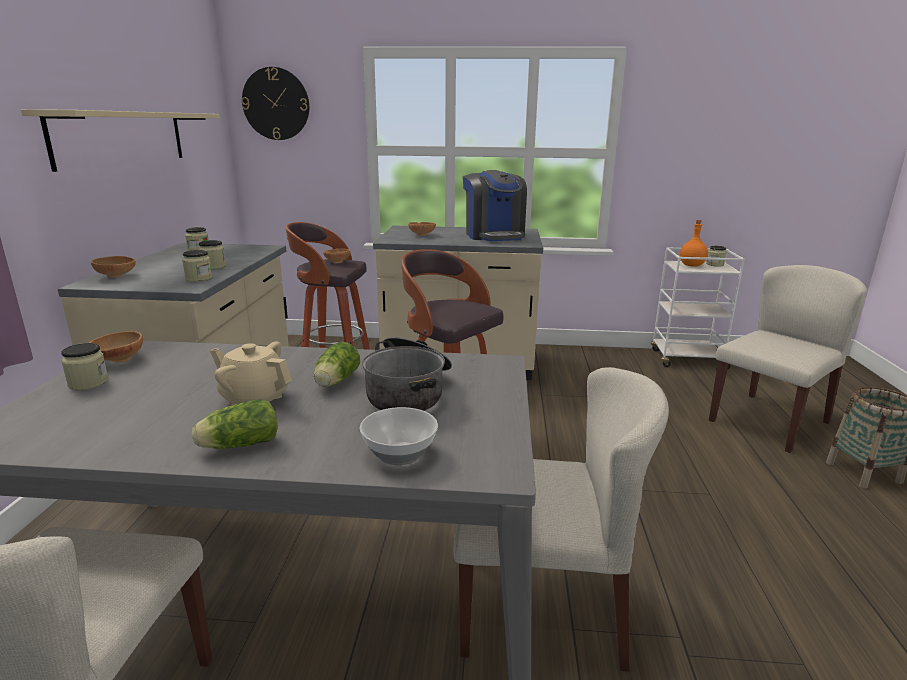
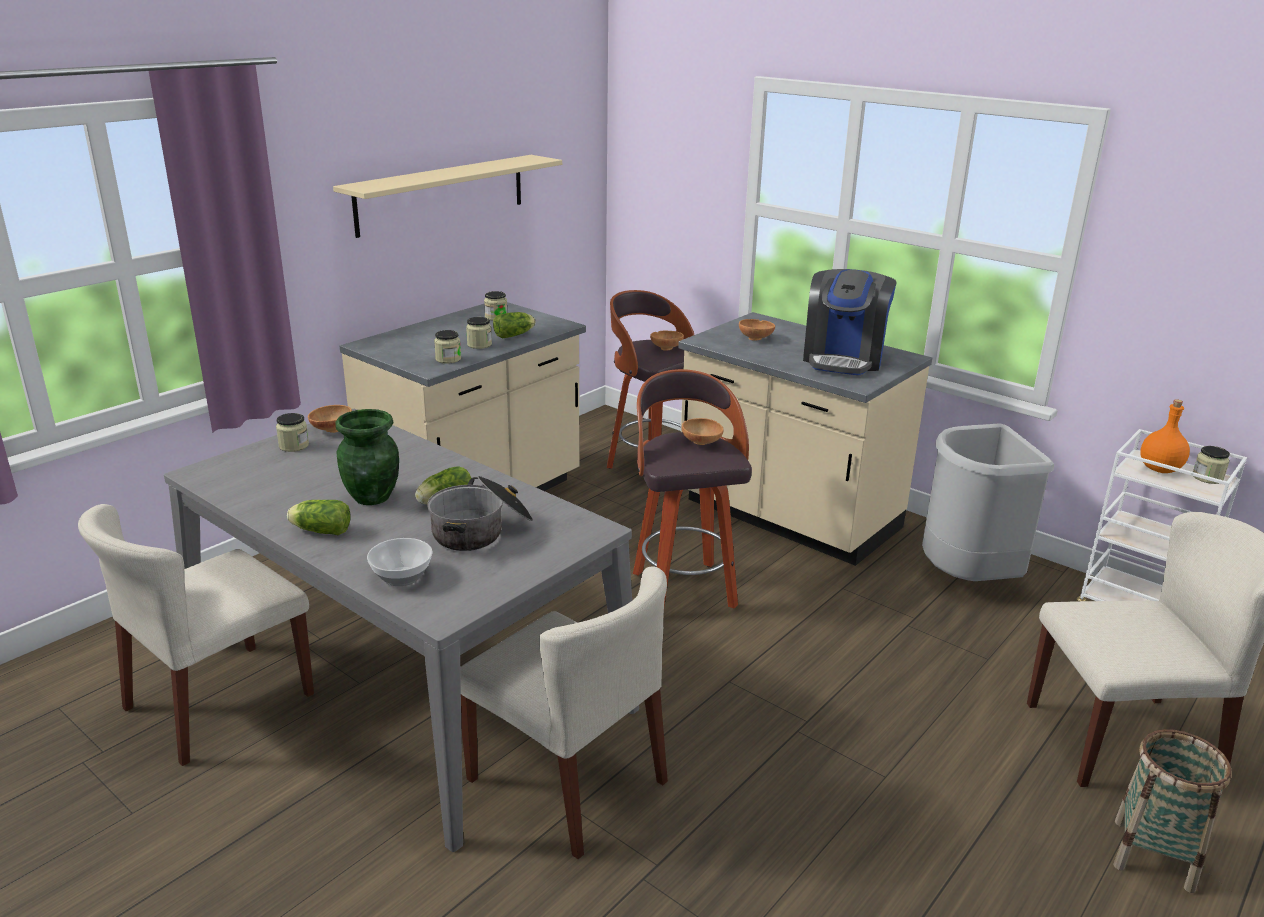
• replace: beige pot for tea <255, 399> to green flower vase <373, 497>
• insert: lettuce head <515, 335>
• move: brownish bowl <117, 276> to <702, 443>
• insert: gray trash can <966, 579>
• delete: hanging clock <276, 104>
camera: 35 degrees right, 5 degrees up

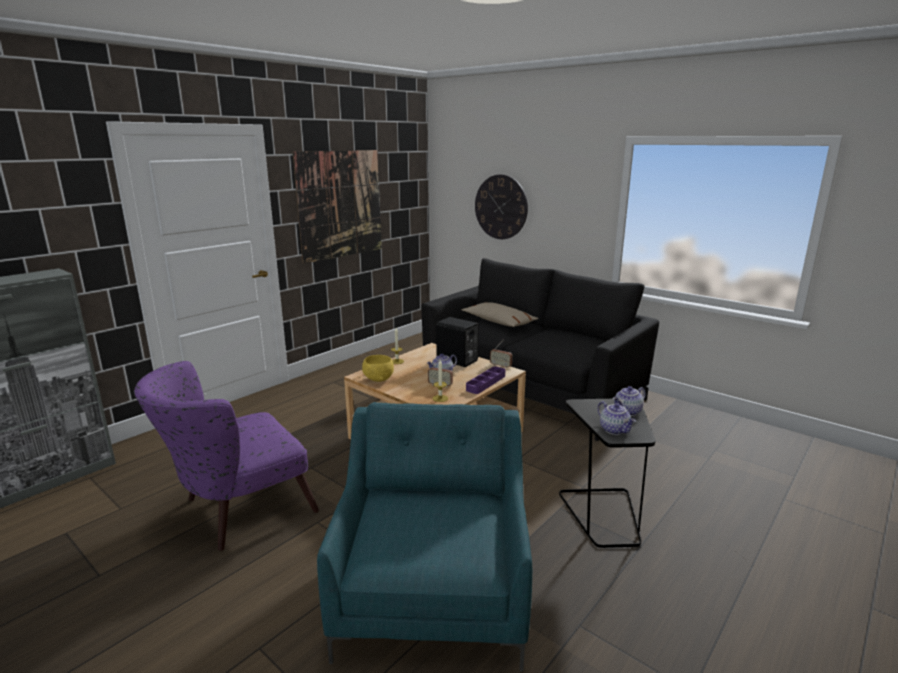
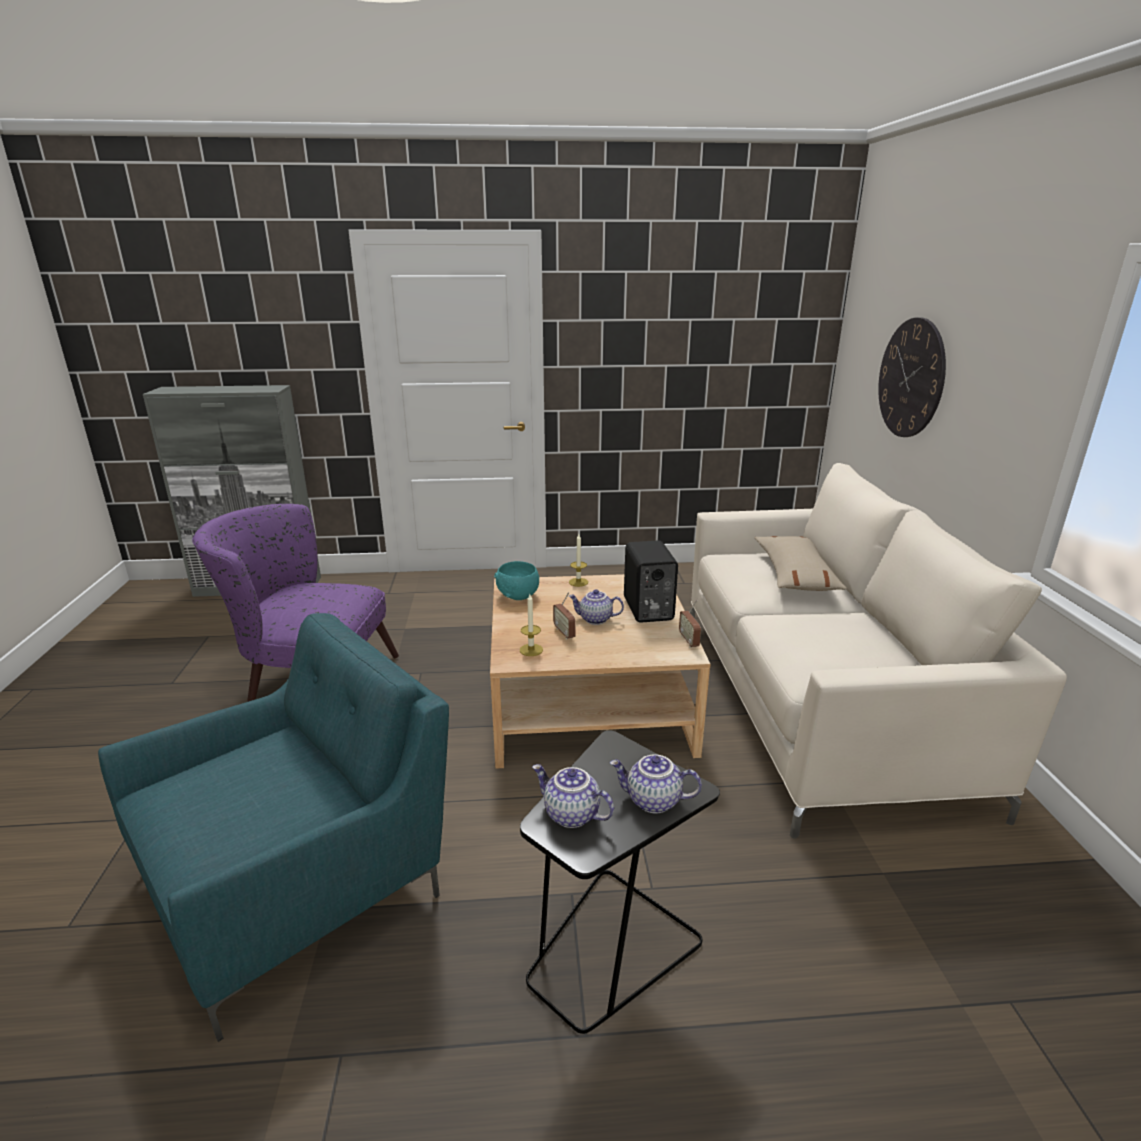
• recolor: yellow-coloured bowl <379, 379> to blue-green bowl <519, 596>
• rotate: pot for tea <615, 430> = <570, 815> 105 degrees clockwise
• recolor: black couch <530, 388> to beige couch <817, 702>
• delete: wall picture <341, 204>
• delete: purple-coloured tray <486, 383>
camera: 45 degrees right, 5 degrees up

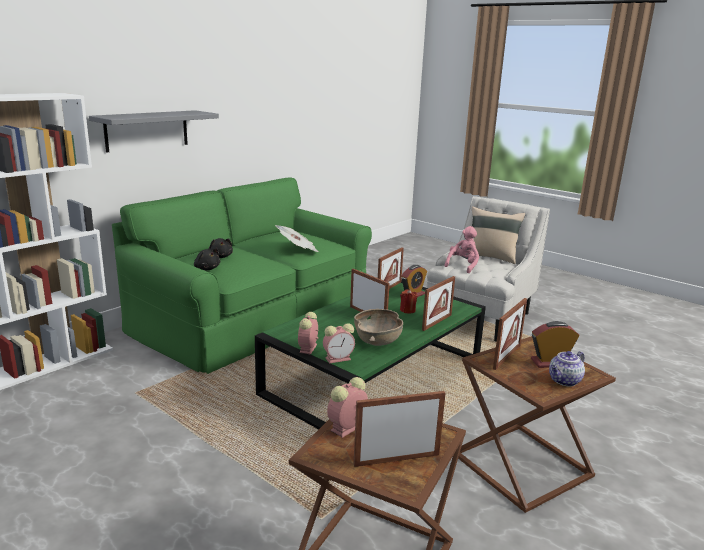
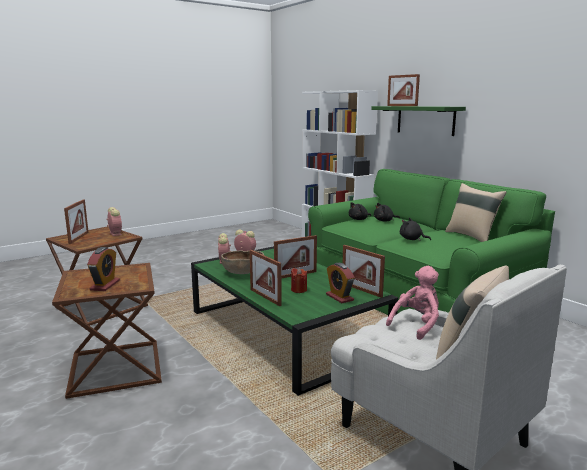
• recolor: gray wall shelf <147, 130> to green wall shelf <425, 120>
• rotate: pinkish soft toy <463, 266> = <417, 325> 90 degrees counterclockwise
• move: standing frame <507, 357> to <402, 106>
• replace: printed paper <297, 249> to black soft toy <412, 239>
• insert: beige throw pillow <472, 236>
• delete: pot for tea <564, 381>
camera: 105 degrees right, 5 degrees down

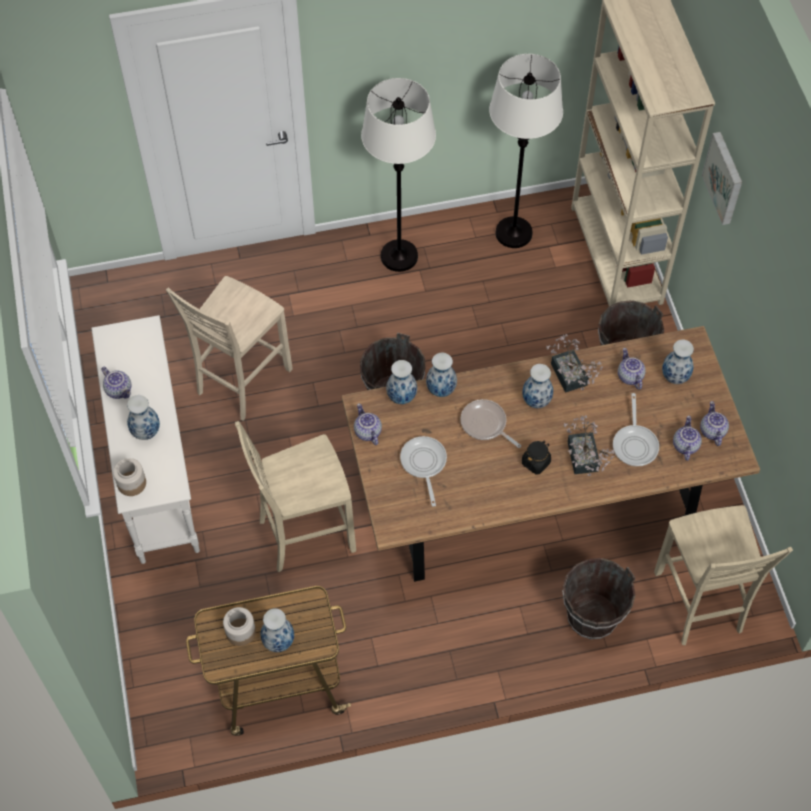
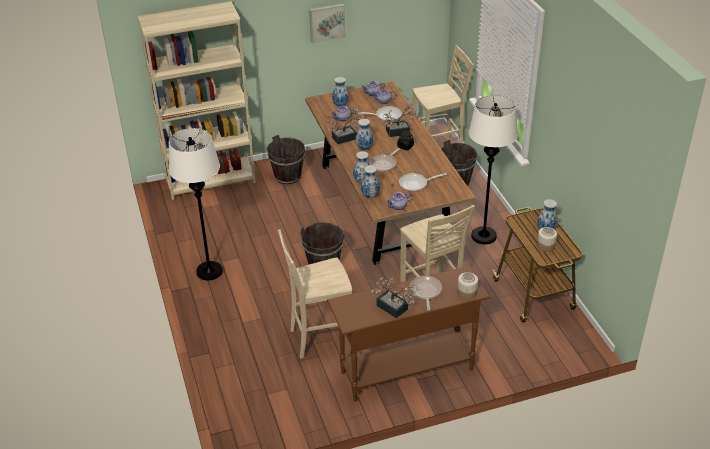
• rotate: beige plain chair <241, 381> = <319, 338> 135 degrees clockwise
• move: wall picture <725, 178> to <327, 22>
• recolor: white narrow table <158, 479> to brownish narrow table <406, 370>
• replace: pot for tea <119, 390> to houseplant <394, 309>
• replace: flower vase <145, 431> to skillet <425, 291>
• move: white standing lamp <514, 233> to <484, 236>
camera: 95 degrees left, 20 degrees down

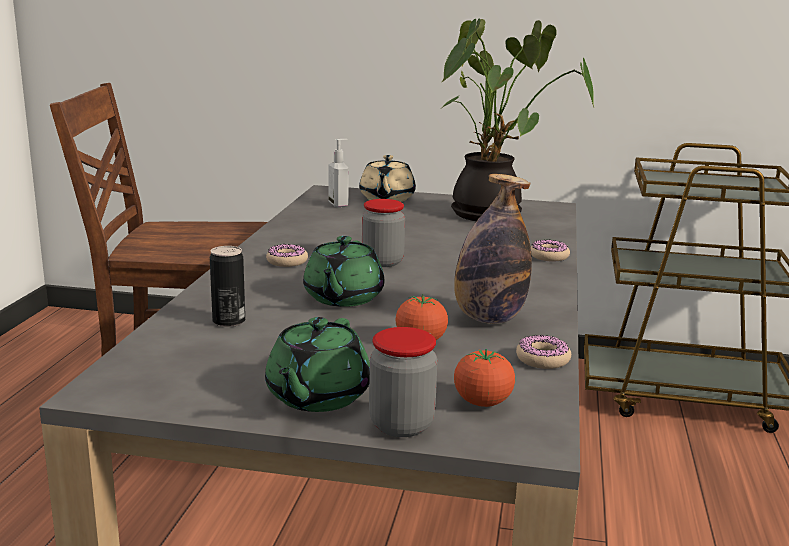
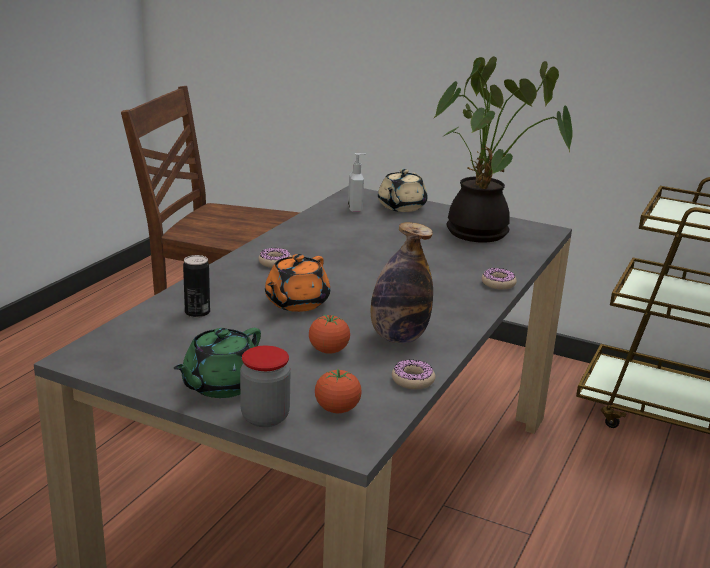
• recolor: green pot for tea <342, 298> to orange pot for tea <296, 303>
• delete: jar <382, 262>
camera: 15 degrees right, 5 degrees up

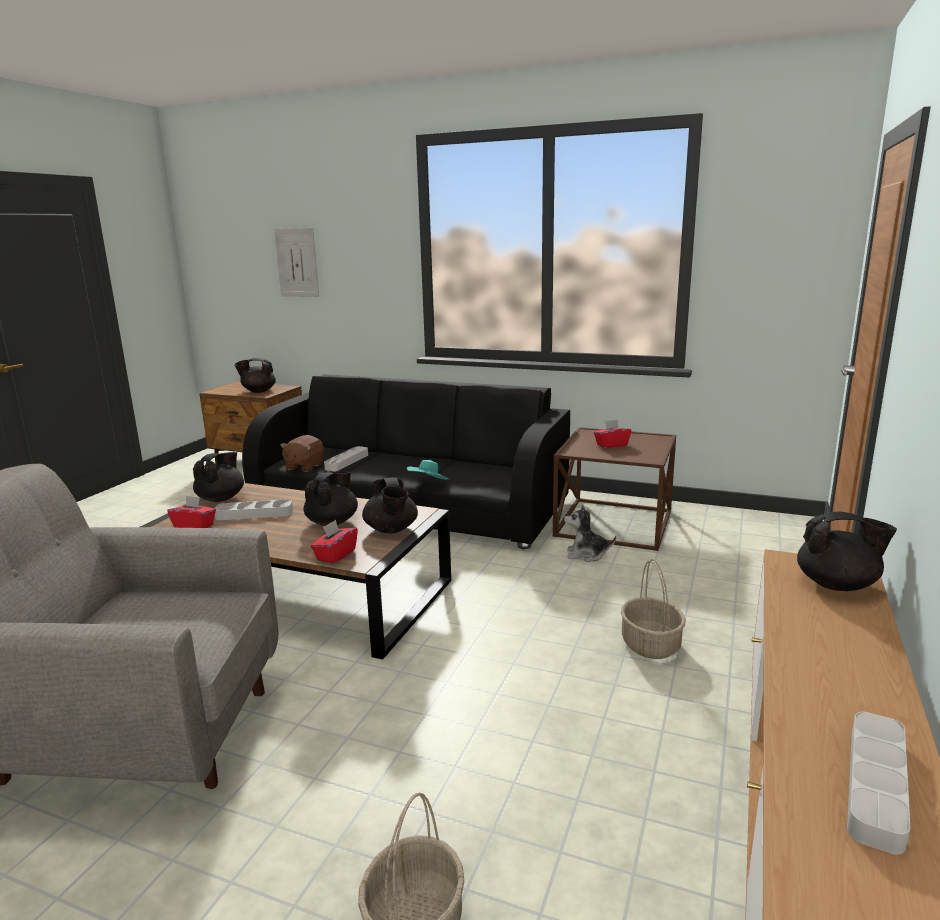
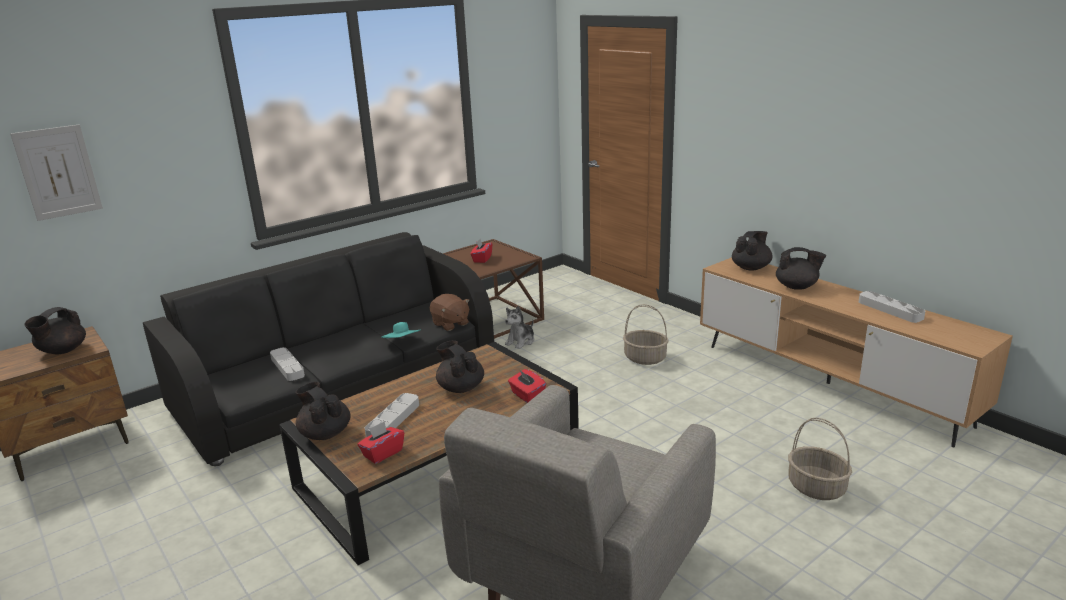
• move: brownish soft toy <304, 467> to <450, 324>
• move: black pot for tea <391, 530> to <797, 287>
camera: 60 degrees left, 5 degrees up

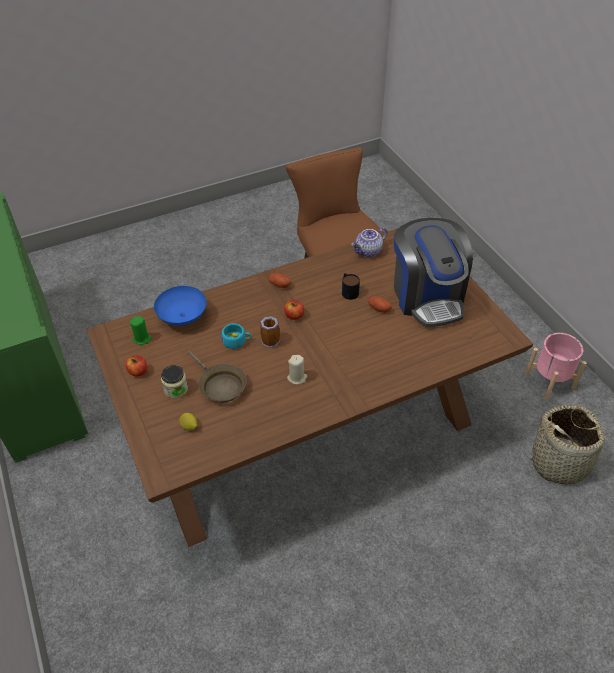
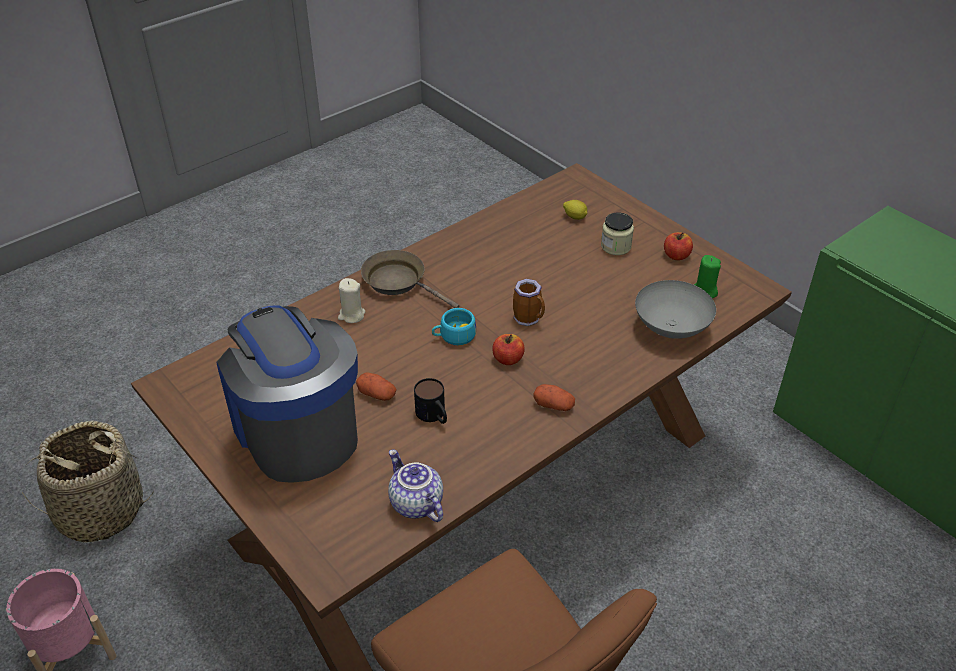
• move: beige wax candle <297, 377> to <351, 315>
• move: brownish skillet <220, 385> to <399, 282>
• rotate: pot for tea <368, 252> = <415, 504> 75 degrees counterclockwise
• move: blue-green small cup <237, 341> to <453, 336>
• recolor: bluish bowl <183, 317> to gray bowl <670, 328>
camera: 165 degrees right, 5 degrees down

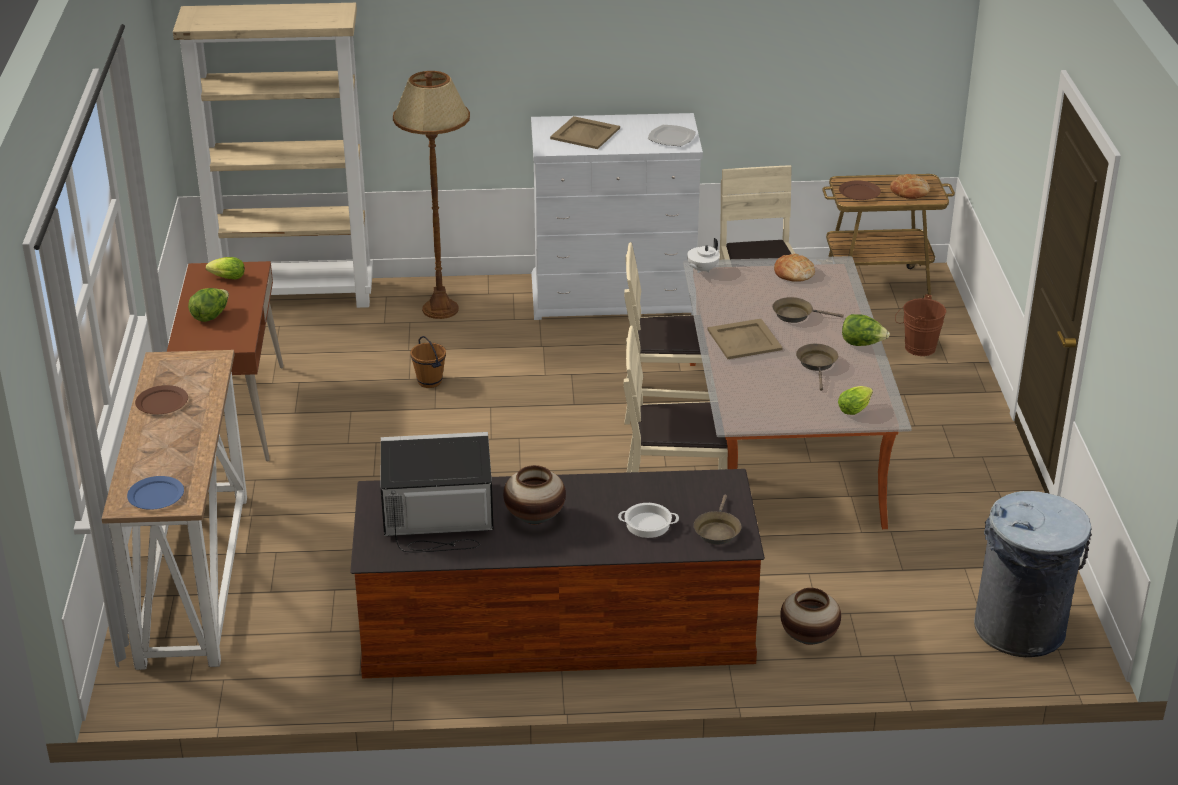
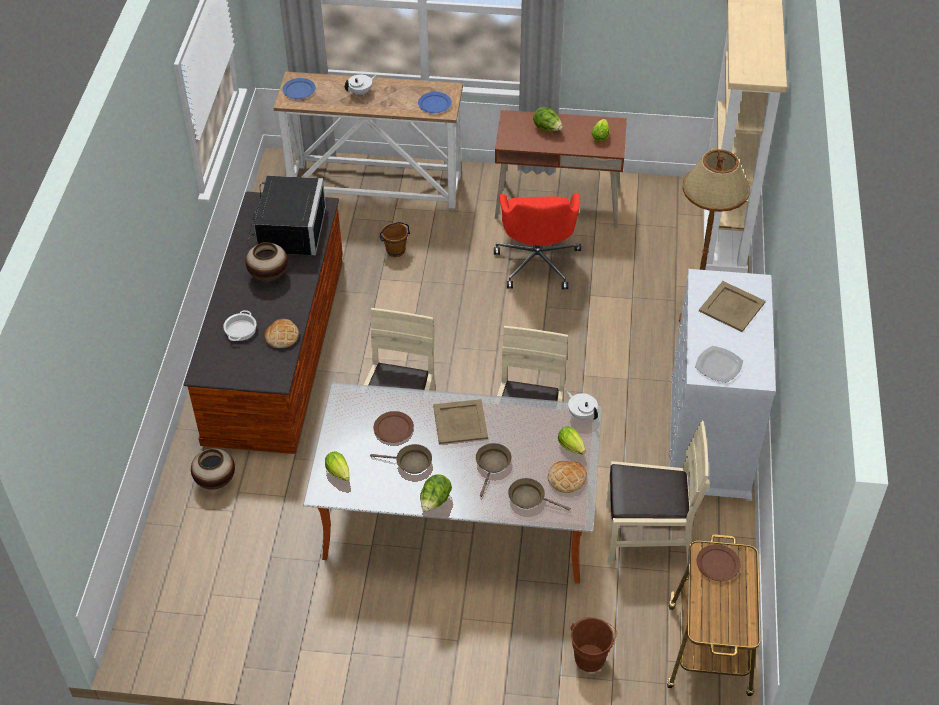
• move: bread <909, 191> to <282, 336>
• insert: white pot for tea <361, 92>
• move: brownish plate <161, 402> to <394, 428>
• move: brownish pail <429, 381> to <395, 250>
• insert: bluish plate <434, 104>
• insert: red computer chair <537, 261>
• move: brownish skillet <717, 530> to <530, 498>
• insert: lettuce head <572, 448>
• delete: gray trash can <1020, 629>
camera: 100 degrees right, 15 degrees up

